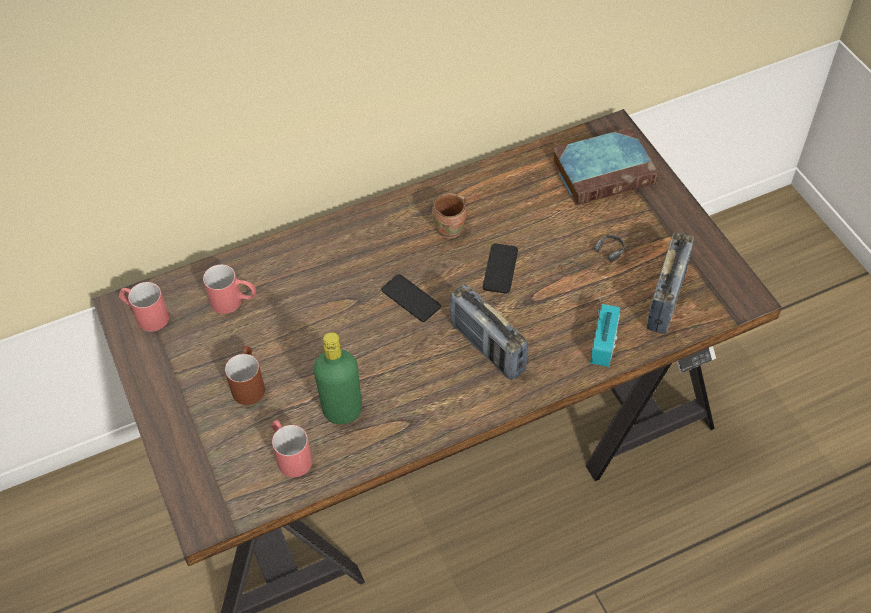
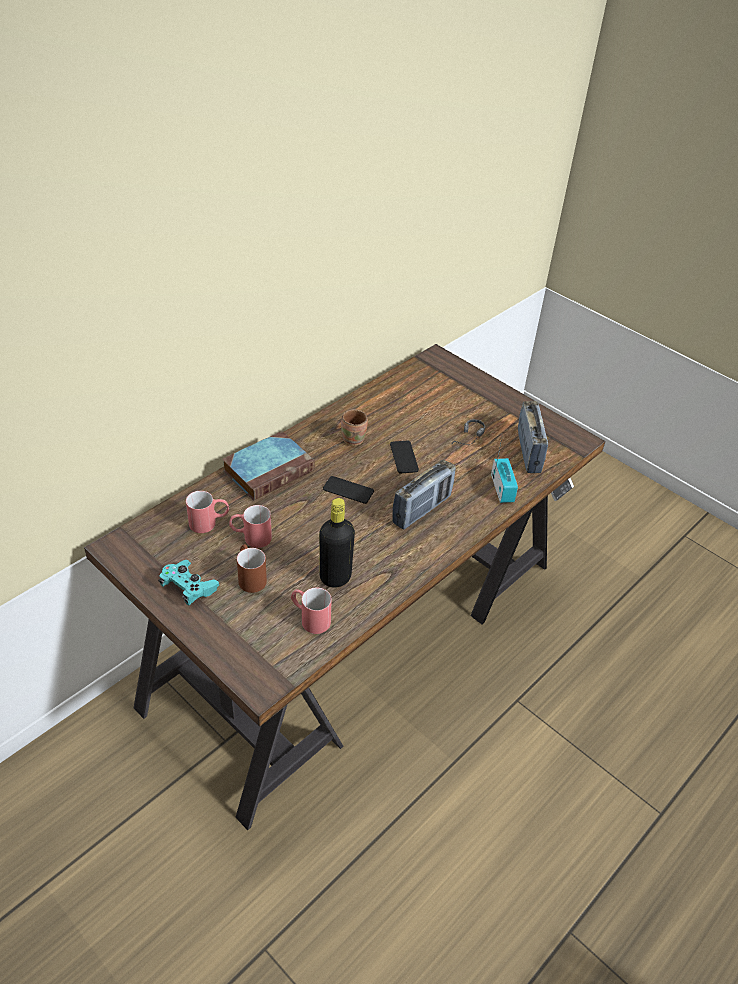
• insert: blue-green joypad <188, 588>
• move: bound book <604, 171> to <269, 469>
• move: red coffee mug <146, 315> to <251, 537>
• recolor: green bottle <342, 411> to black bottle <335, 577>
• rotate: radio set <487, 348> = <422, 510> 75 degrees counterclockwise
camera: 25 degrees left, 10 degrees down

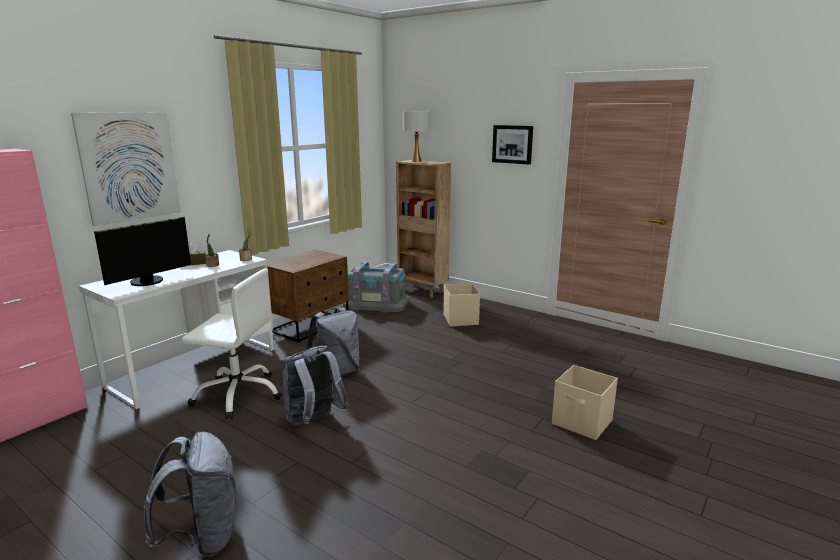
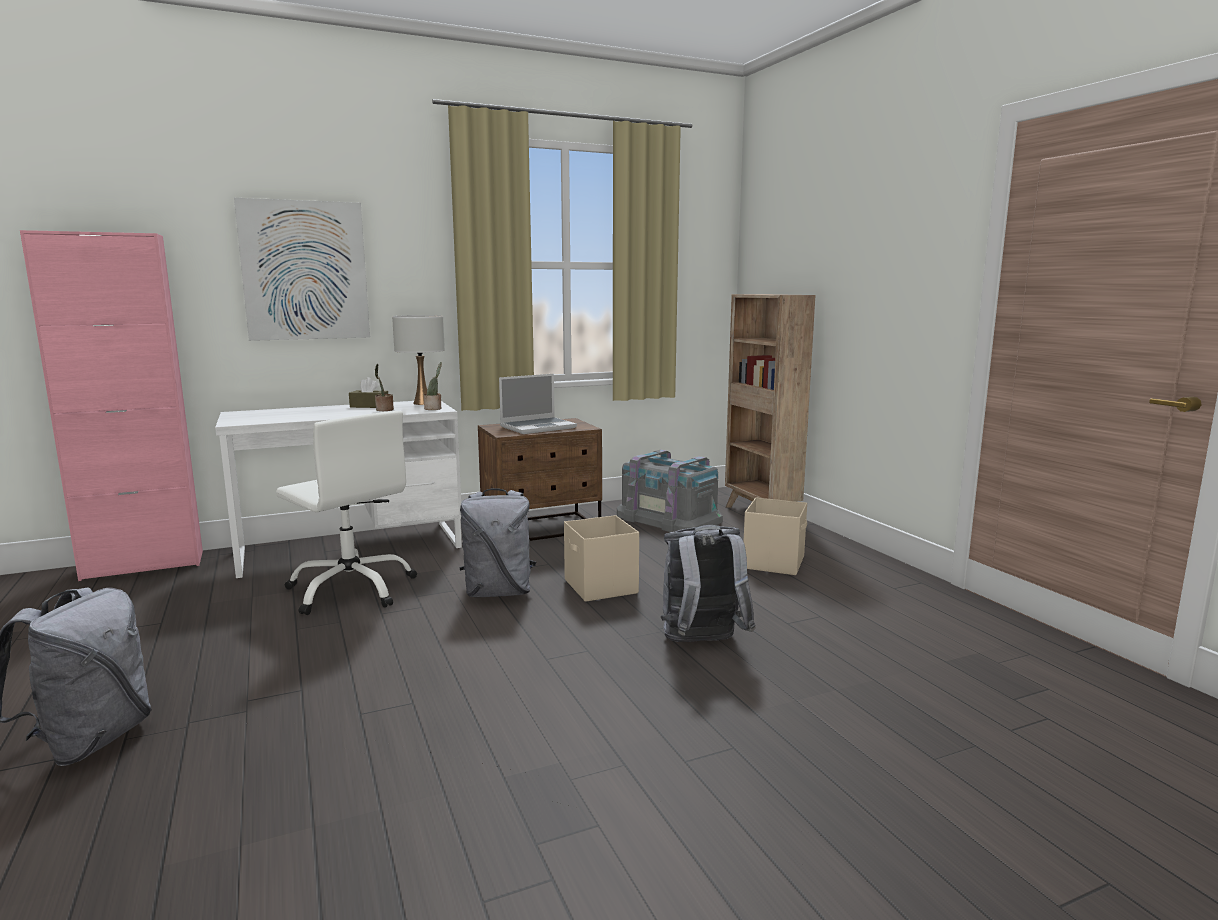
• move: white tabletop lamp <416, 161> to <422, 403>
• insert: notebook computer <538, 427>
• move: beige storage container <582, 423> to <600, 587>
• move: gray knapsack <313, 422> to <702, 643>
• delete: computer display <148, 282>
• delete: wall picture <512, 144>
camera: 30 degrees right, 5 degrees down

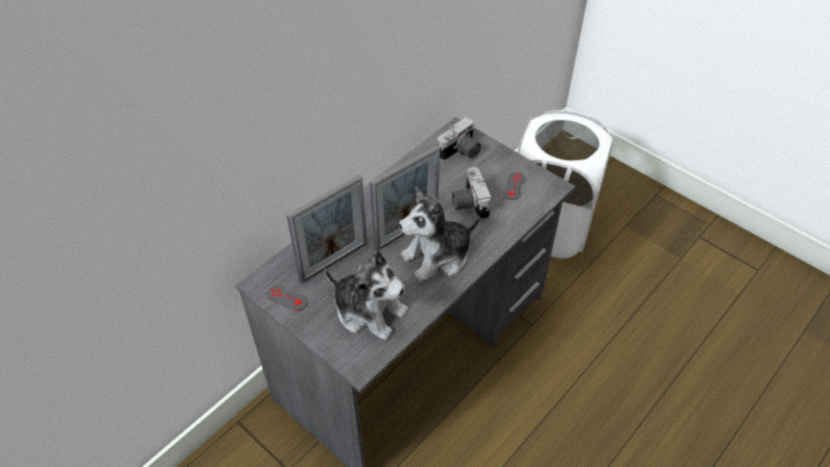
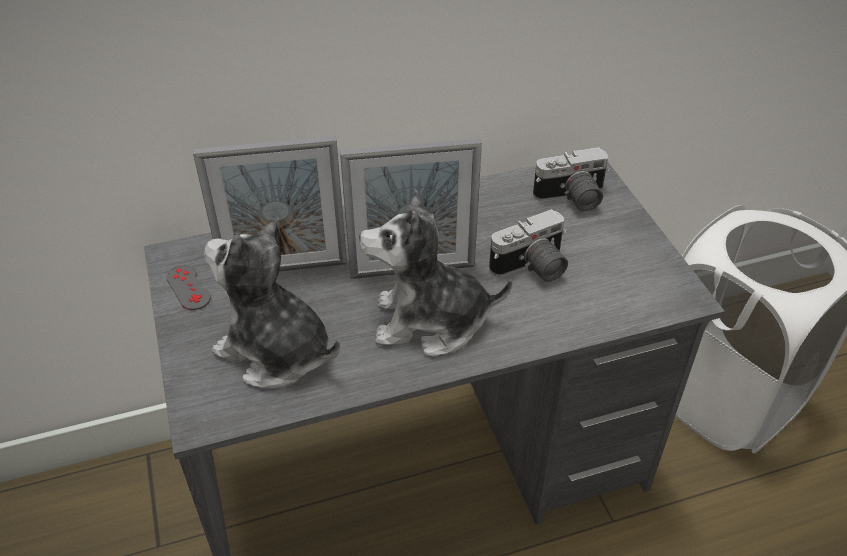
• rotate: soft toy <369, 311> = <276, 352> 150 degrees clockwise
• rotate: photo camera <468, 203> = <532, 269> 135 degrees counterclockwise
• delete: gray joypad <514, 186>
camera: 30 degrees right, 5 degrees down

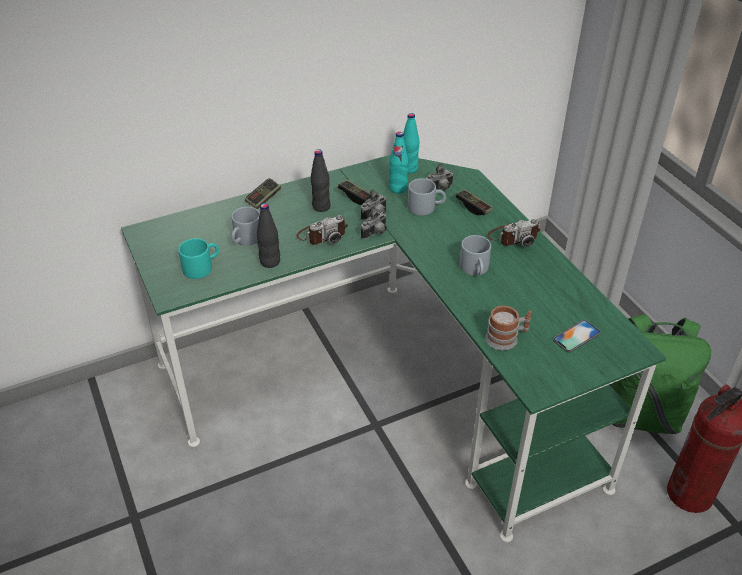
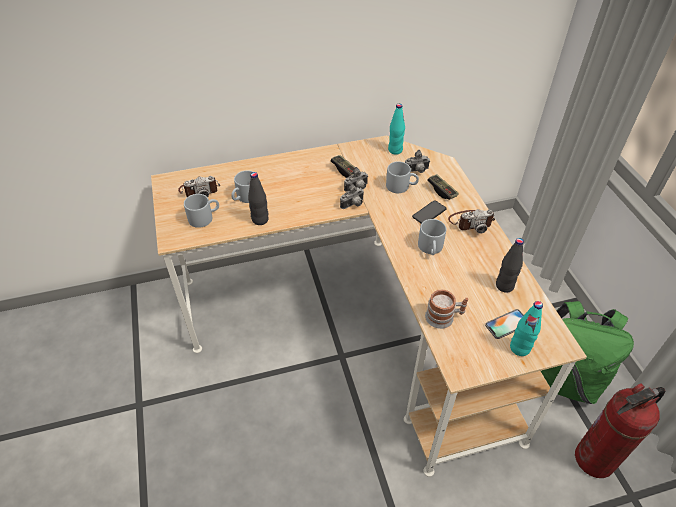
• recolor: green desk unit <388, 384> to beige desk unit <358, 322>
• move: photo camera <322, 234> to <200, 190>
• recolor: blue-green coffee mug <202, 267> to gray coffee mug <204, 217>
• insert: phone <429, 213>
• move: black bottle <321, 206> to <504, 286>
• move: blue-green bottle <398, 188> to <519, 348>
• delete: joypad <264, 199>
camera: 10 degrees right, 5 degrees up

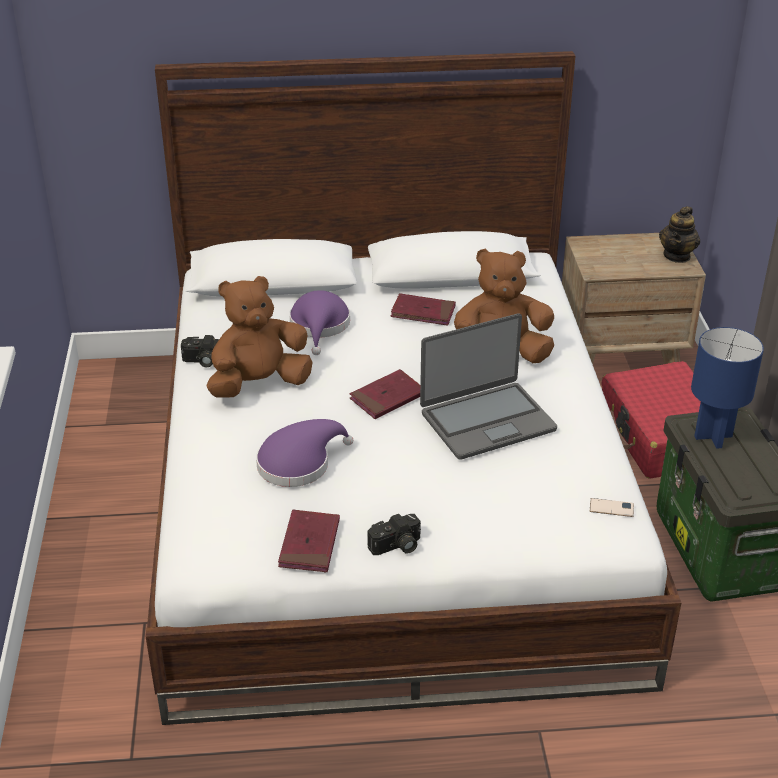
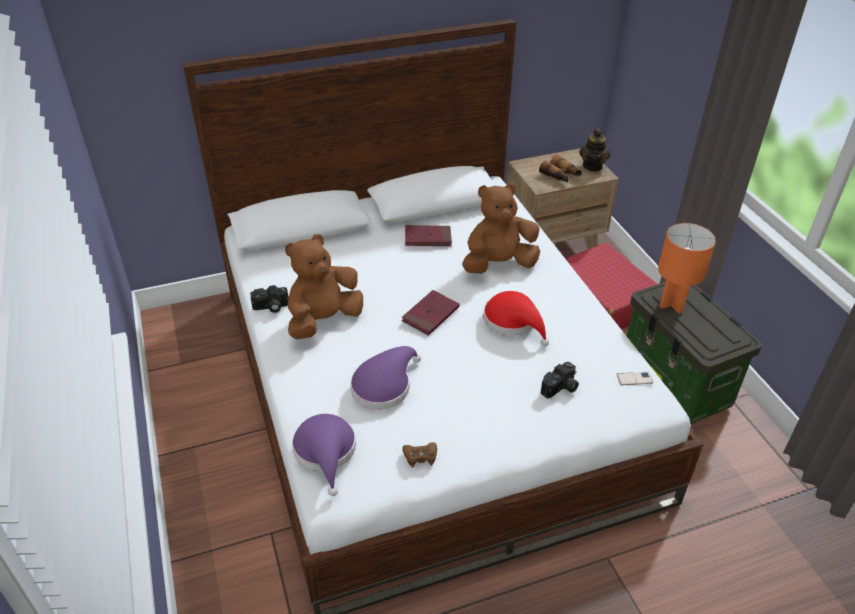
• move: purple-coloured wearable hat <320, 326> to <326, 452>
• replace: red bound book <309, 544> to brownish joypad <420, 457>
• replace: notebook computer <487, 421> to red wearable hat <513, 322>
• insert: pair of binoculars <560, 176>
• move: photo camera <396, 547> to <560, 388>
• recolor: bluish tabletop lamp <714, 437> to orange tabletop lamp <672, 304>
camera: 15 degrees left, 5 degrees up

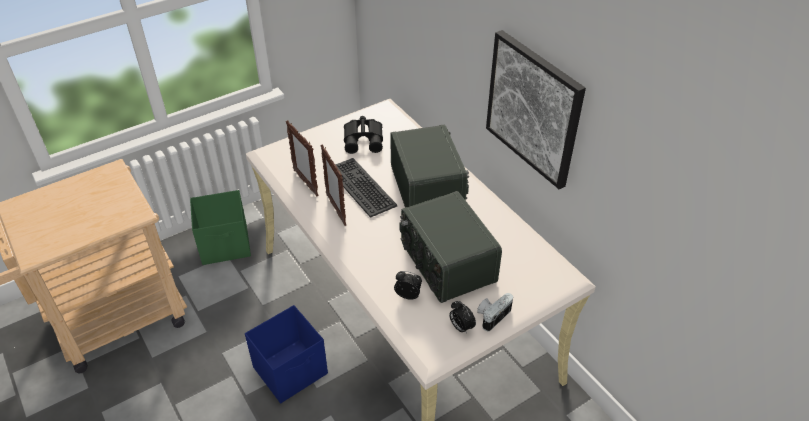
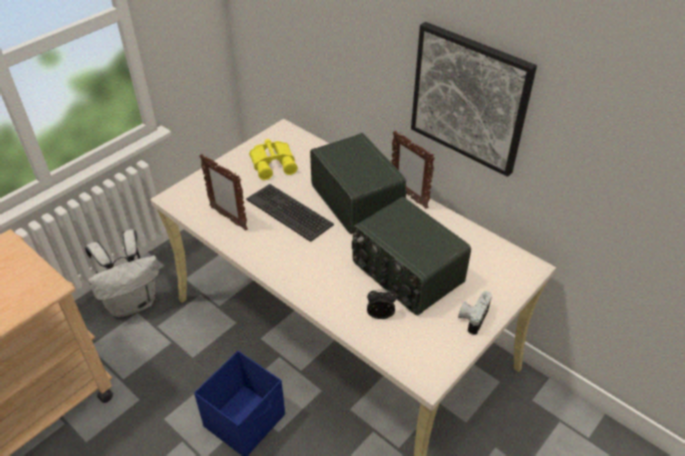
• replace: green storage container <226, 245> to white knapsack <133, 302>
• recolor: black pair of binoculars <364, 139> to yellow-coloured pair of binoculars <274, 163>
• move: standing frame <336, 209> to <408, 195>
• delete: bedside clock <461, 327>
camera: 15 degrees left, 0 degrees up

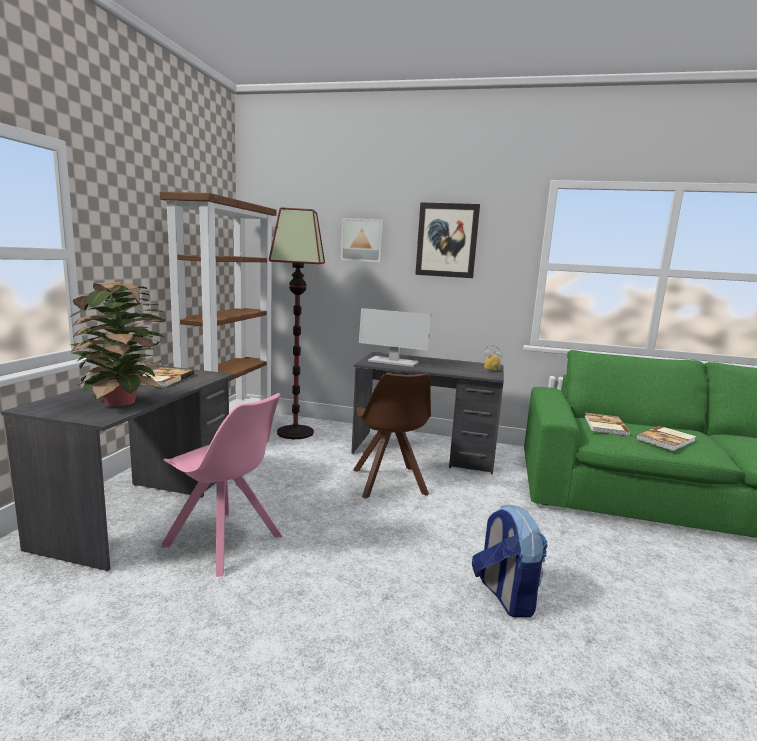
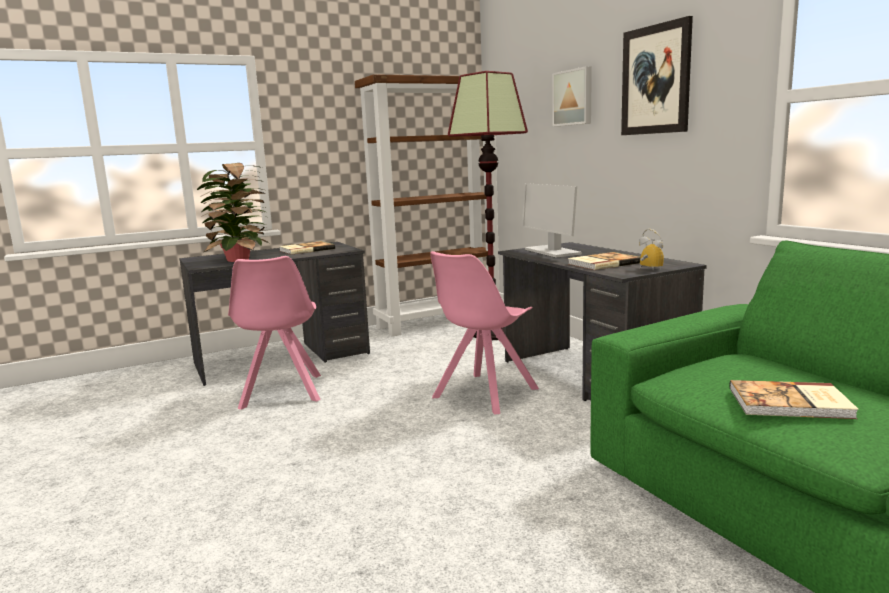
• recolor: brownish plain chair <389, 483> to pinkish plain chair <483, 394>
• move: bound book <604, 426> to <603, 263>
• delete: knapsack <504, 595>
camera: 50 degrees right, 0 degrees up

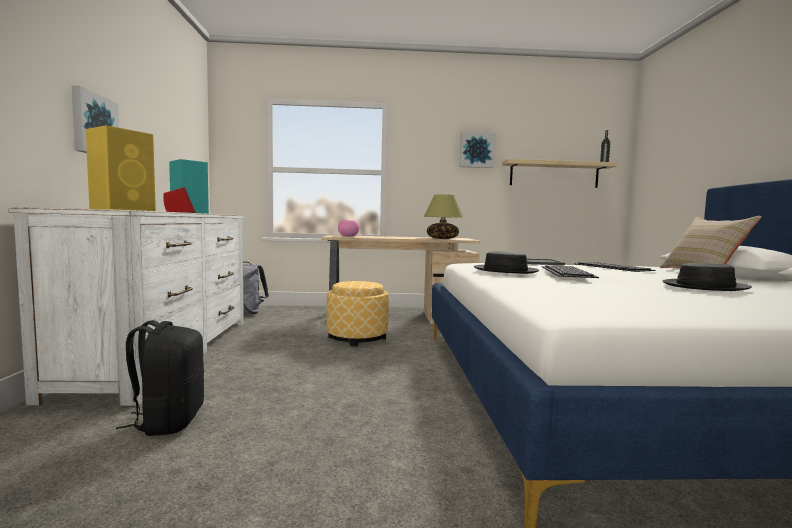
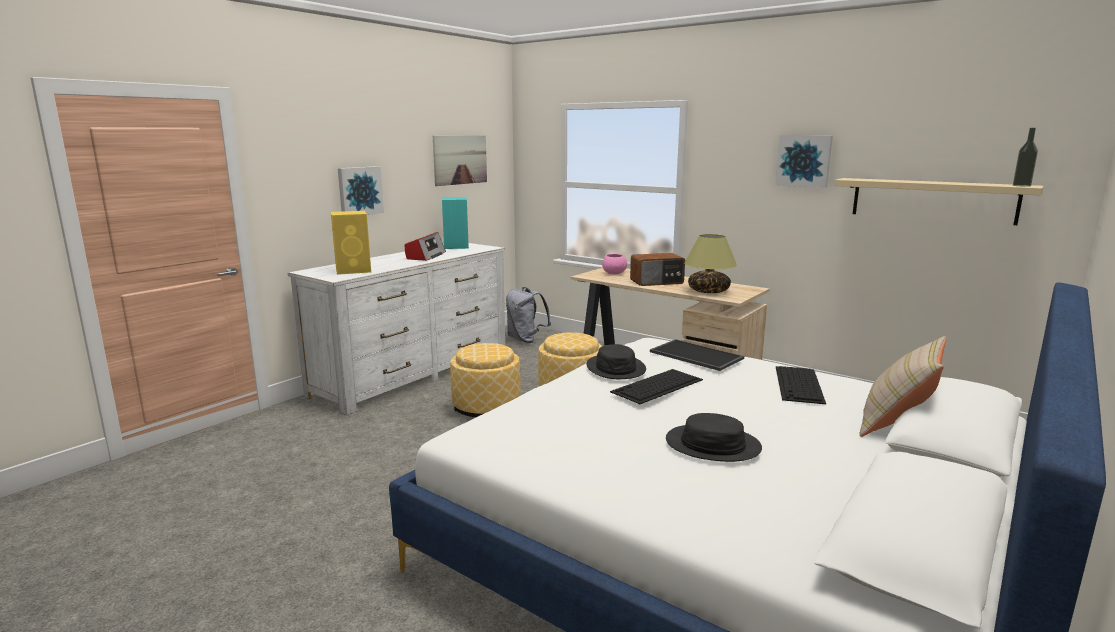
• insert: wall picture <460, 159>
• insert: footrest <486, 407>
• insert: radio set <657, 282>
• delete: black knapsack <168, 421>
camera: 40 degrees right, 10 degrees up

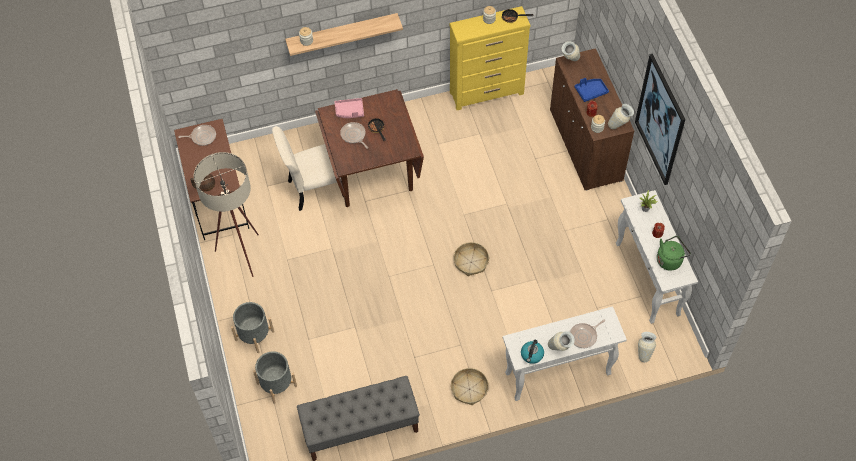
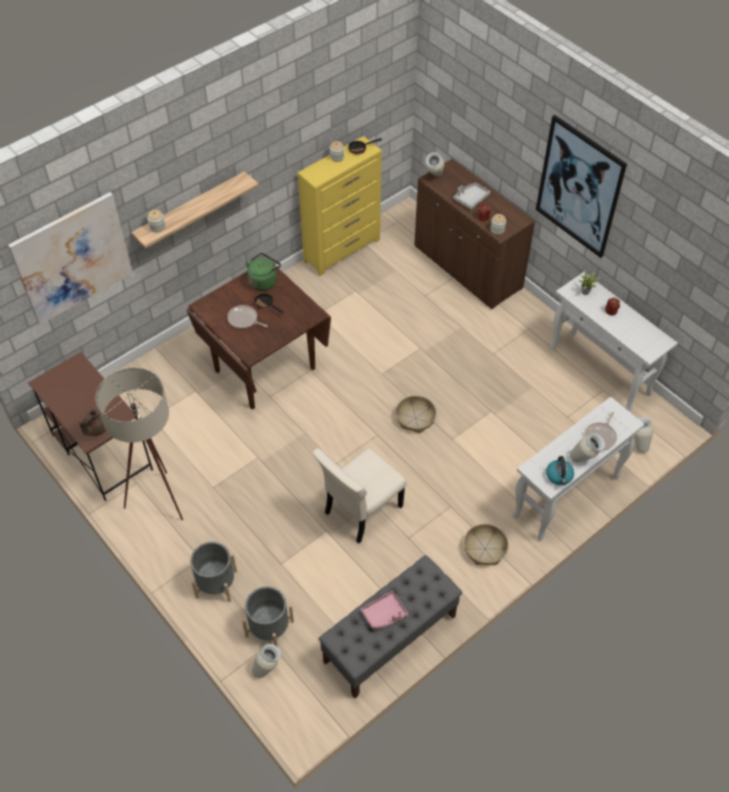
• insert: wall picture <73, 258>
• move: green kettle <670, 260> to <264, 281>
• move: flower vase <619, 126> to <268, 669>
• move: beige plain chair <314, 189> to <360, 511>
• move: pinkish tray <349, 111> to <384, 614>
• recolor: bluish tray <590, 91> to gray tray <471, 198>
• delete: skillet <202, 136>
camera: 25 degrees left, 5 degrees down

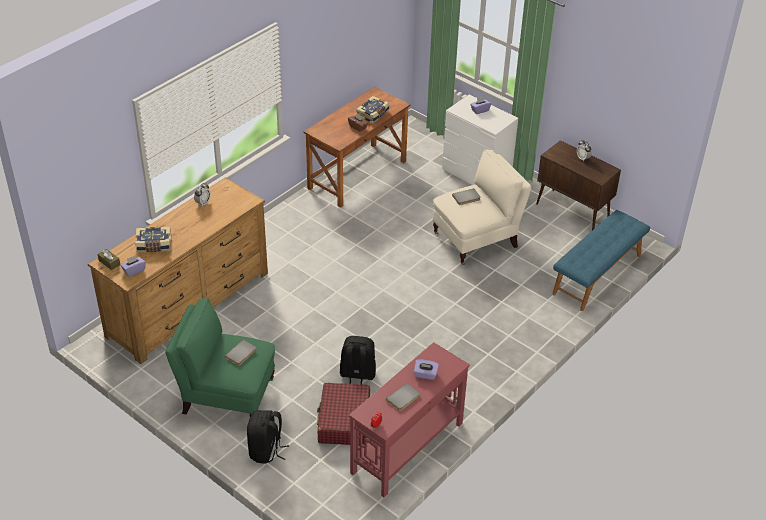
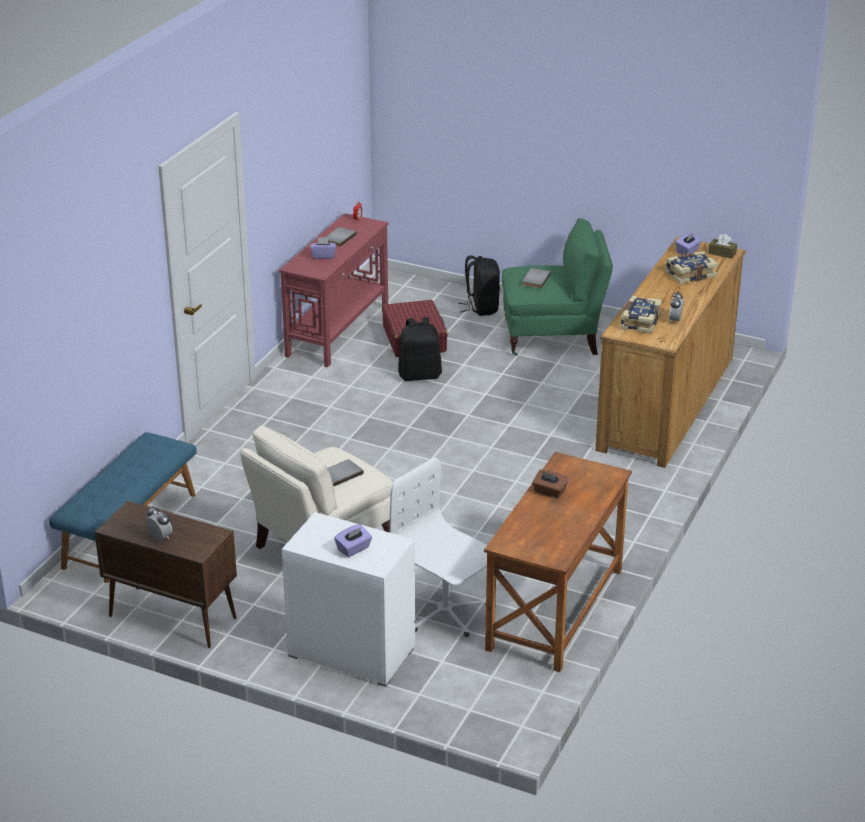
• insert: white computer chair <445, 612>
• move: bound book <373, 115> to <639, 322>
camera: 165 degrees right, 10 degrees down

